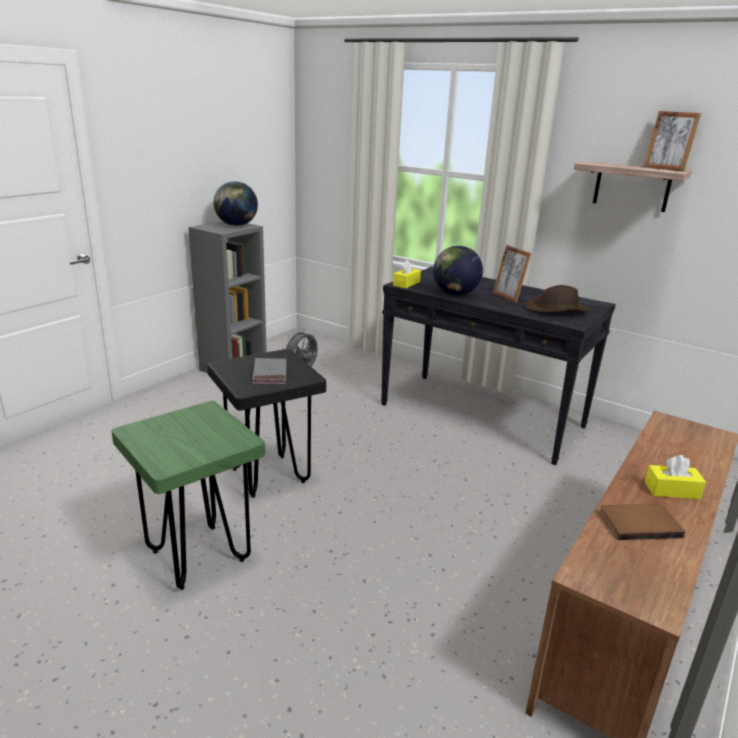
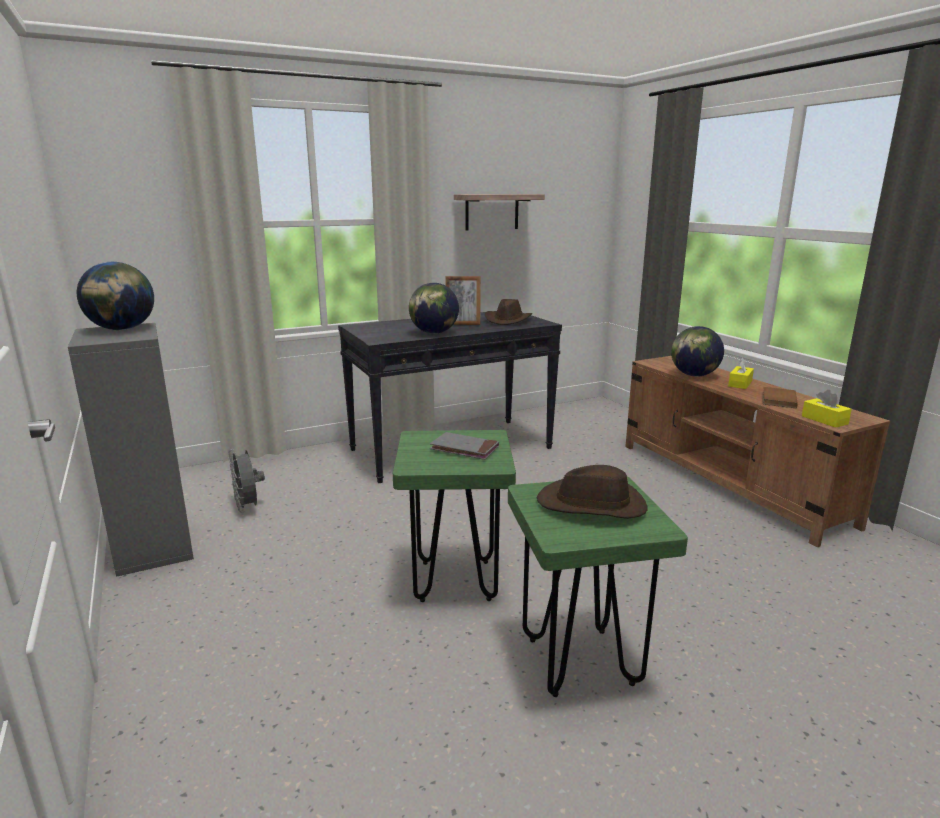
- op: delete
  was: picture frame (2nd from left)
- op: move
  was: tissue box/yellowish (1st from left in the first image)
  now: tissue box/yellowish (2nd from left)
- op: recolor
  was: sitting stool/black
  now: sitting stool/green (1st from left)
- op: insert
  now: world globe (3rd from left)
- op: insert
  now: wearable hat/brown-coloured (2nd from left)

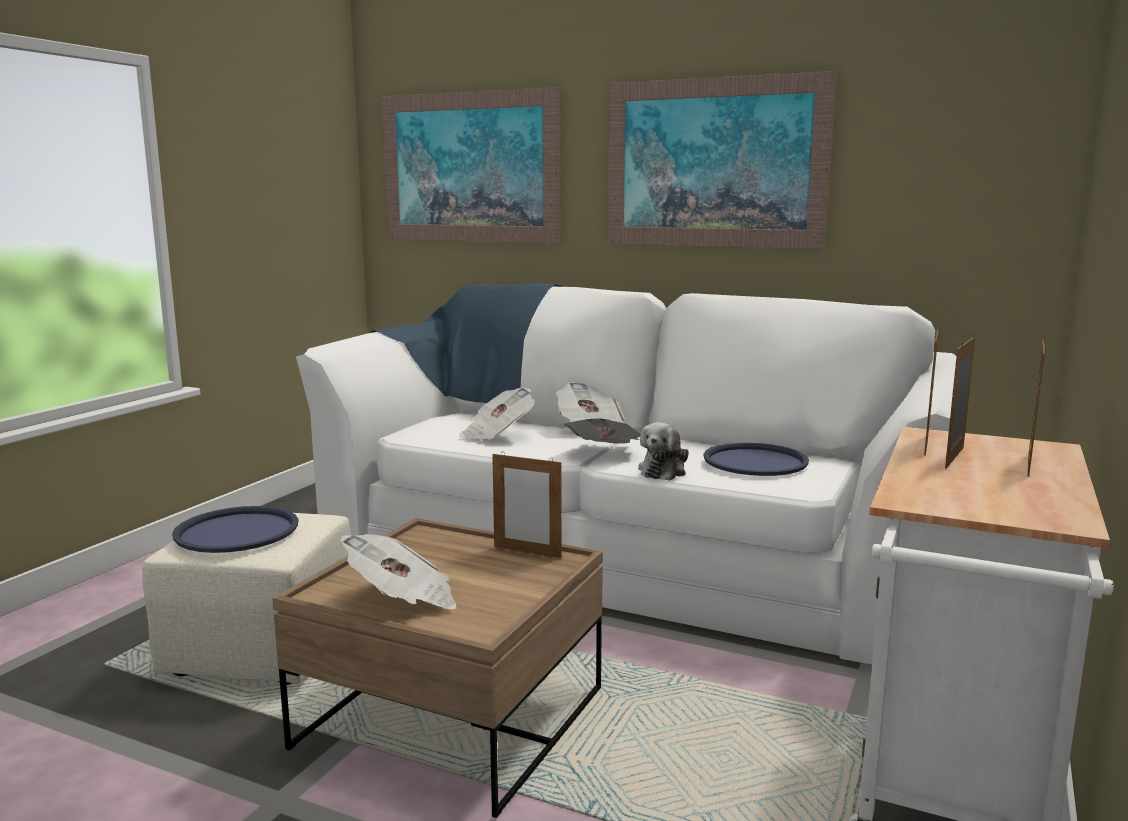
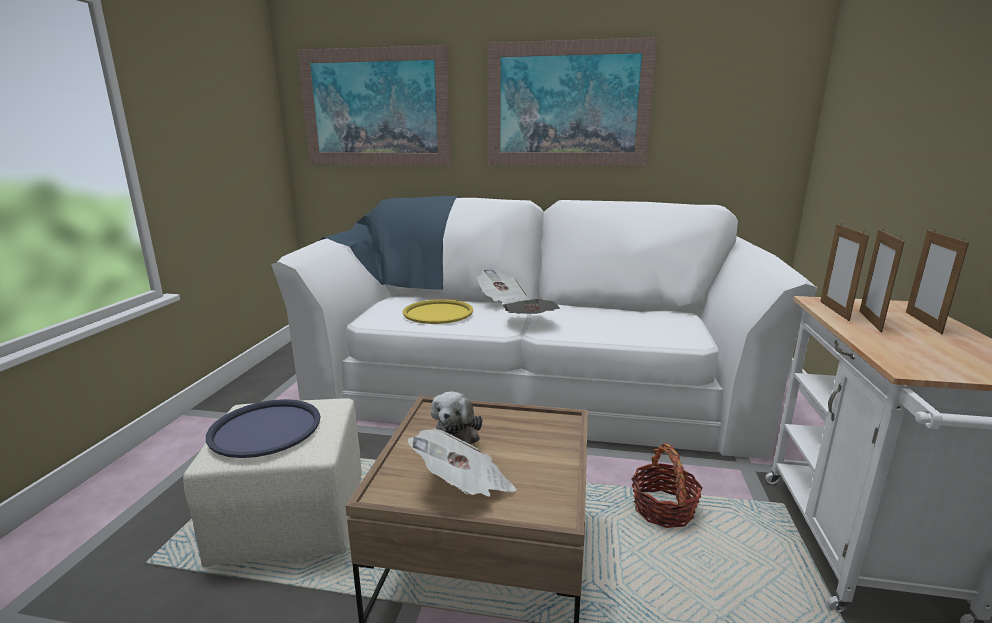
- op: replace
  was: newspaper (2nd from left)
  now: tray/yellowish
- op: move
  was: plush toy
- op: delete
  was: tray/blue-coloured (2nd from left)
- op: delete
  was: picture frame (1st from left)
- op: insert
  now: household basket

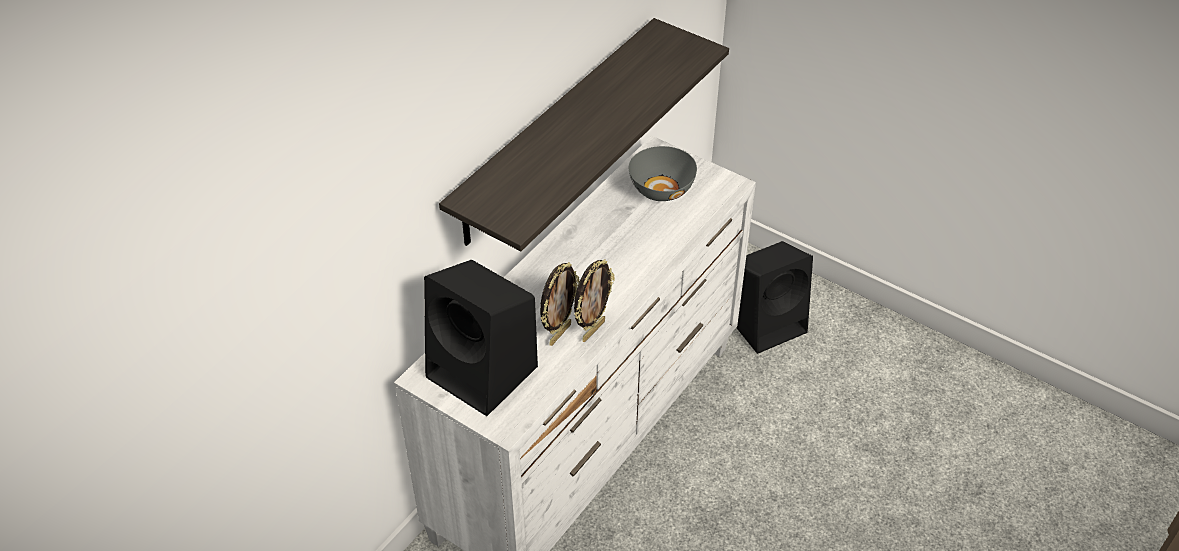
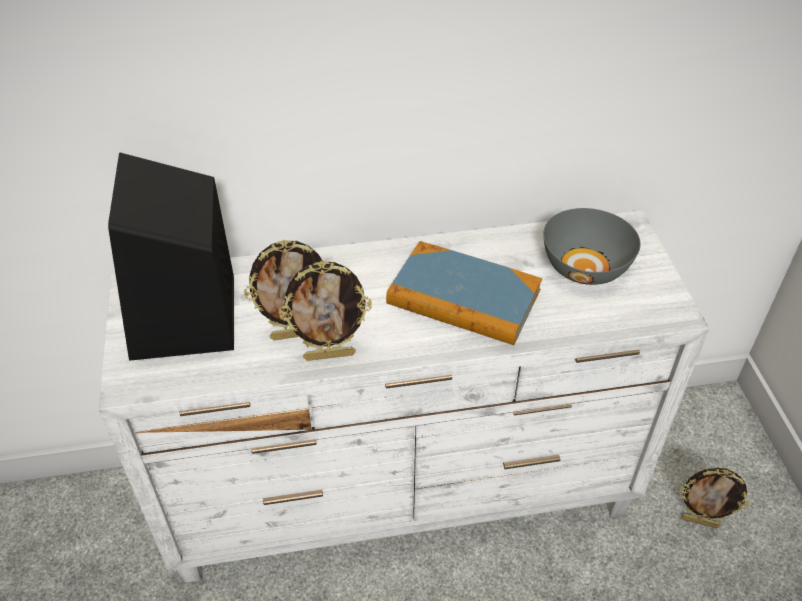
- op: delete
  was: bracket shelf
- op: replace
  was: speaker/black (2nd from left)
  now: picture frame (3rd from left)
- op: insert
  now: bound book

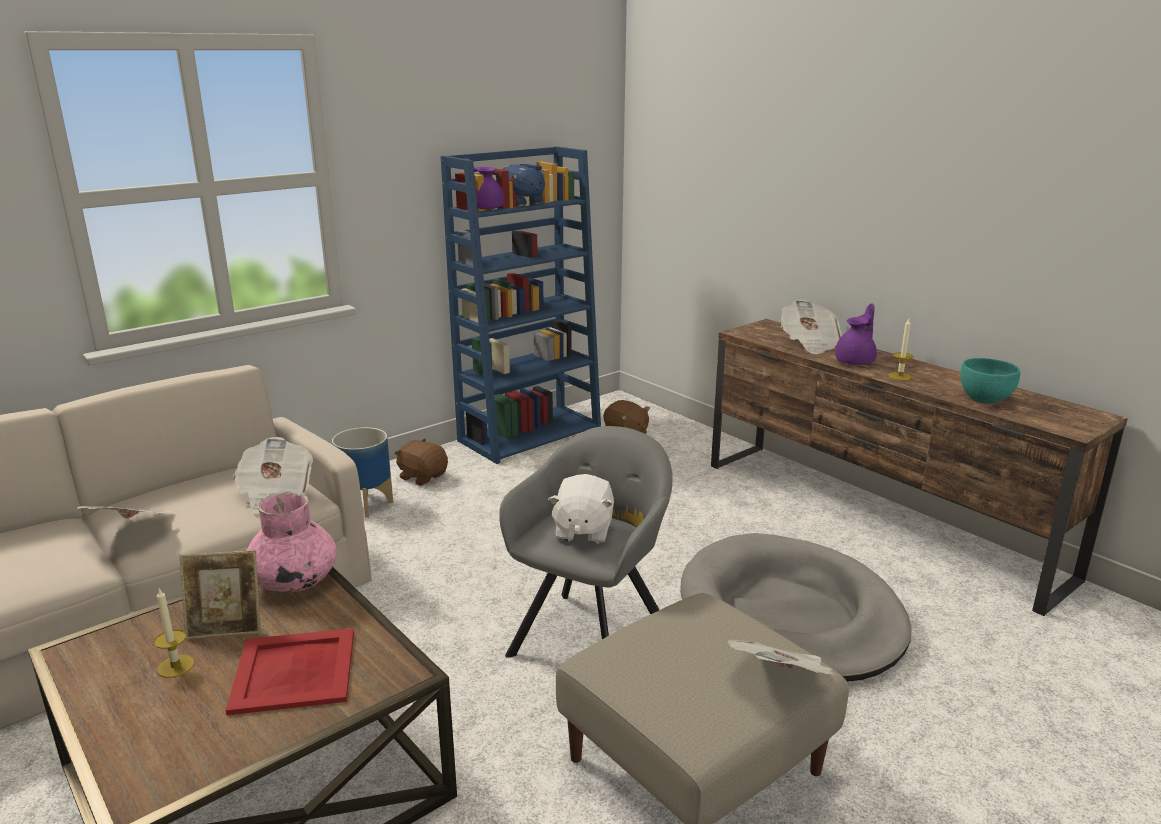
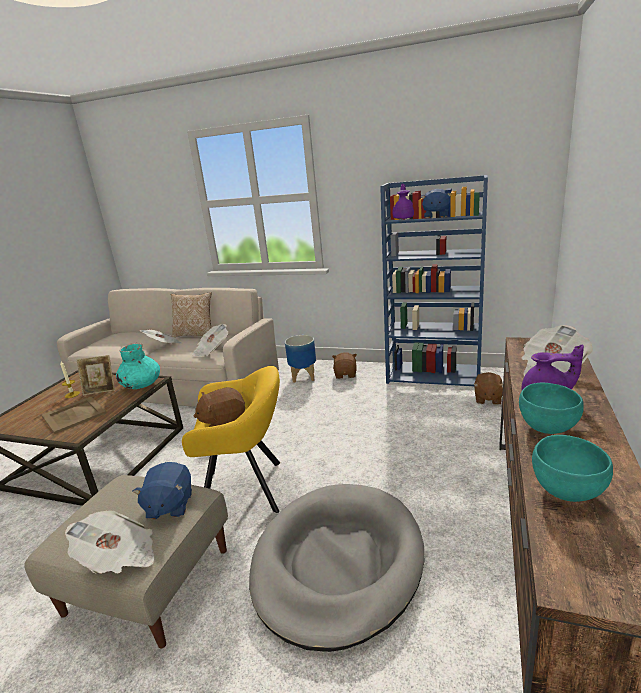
- op: replace
  was: candle (2nd from left)
  now: deep dish/blue-green (1st from left)
- op: recolor
  was: easy chair/greyish
  now: easy chair/yellowish
- op: recolor
  was: plush toy/whitish
  now: plush toy/brown-coloured (1st from left)
- op: recolor
  was: flower vase/pink
  now: flower vase/blue-green
- op: rotate
  was: picture frame
  clockwise: -60
- op: recolor
  was: tray/red
  now: tray/sand-coloured
- op: insert
  now: pillow
- op: insert
  now: plush toy/blue-coloured (1st from left)

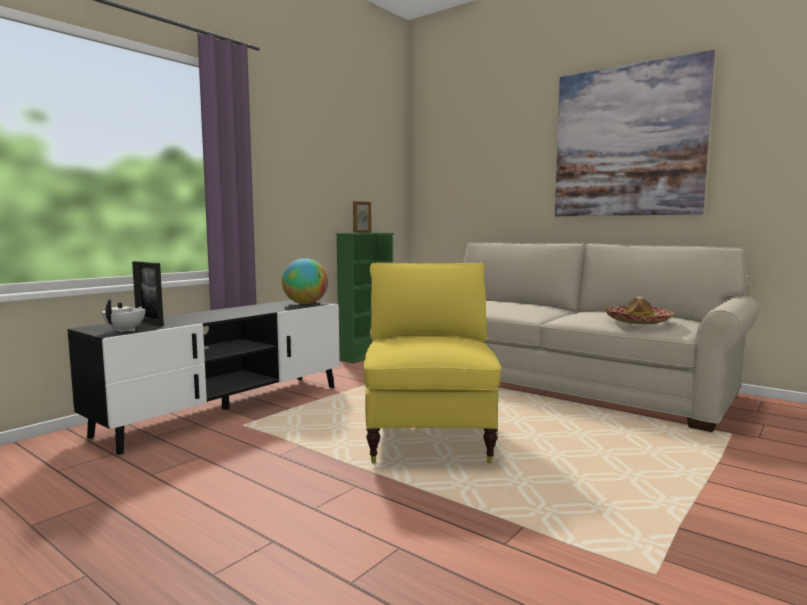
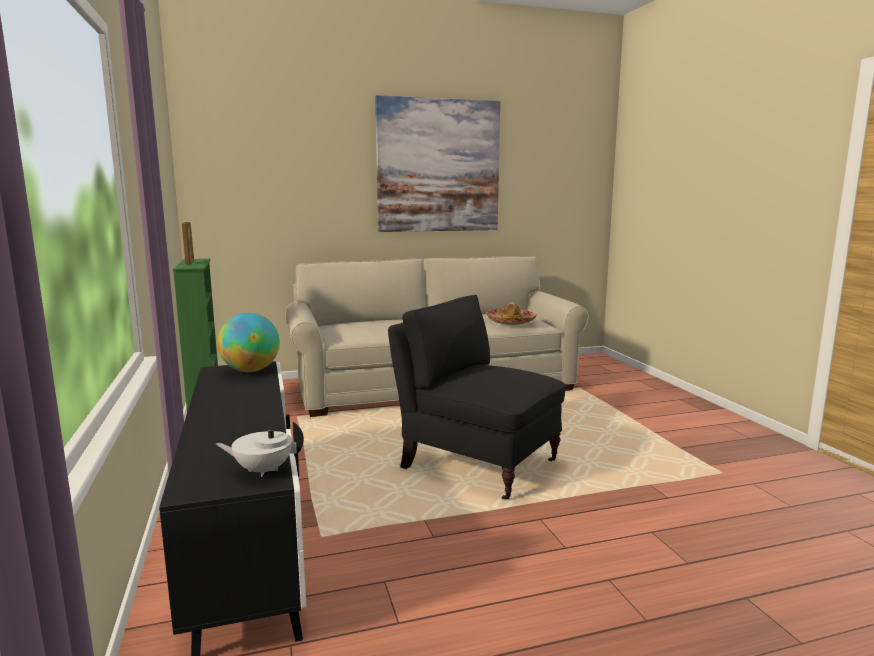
- op: delete
  was: picture frame (1st from left)
- op: recolor
  was: easy chair/yellowish
  now: easy chair/black
- op: rotate
  was: tea pot/whitish
  clockwise: -45

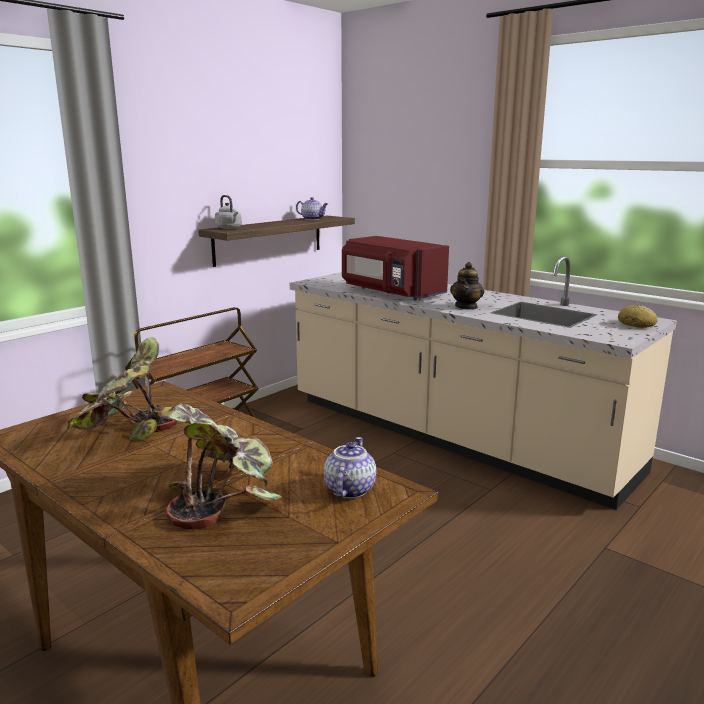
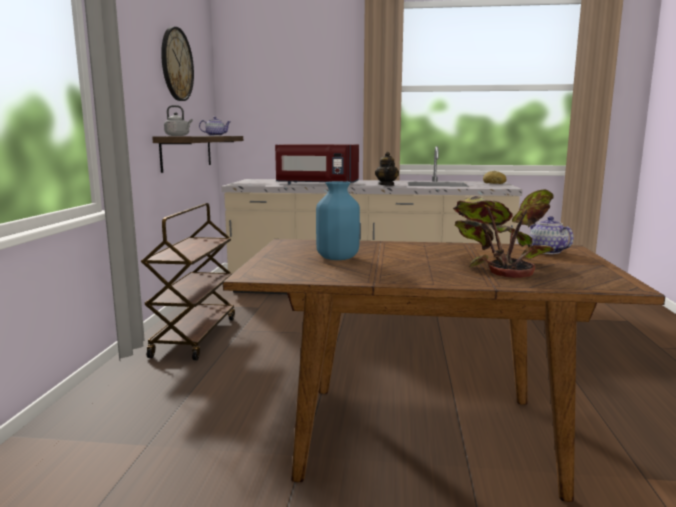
- op: replace
  was: potted plant (1st from left)
  now: flower vase/blue-coloured
- op: insert
  now: clock on the wall

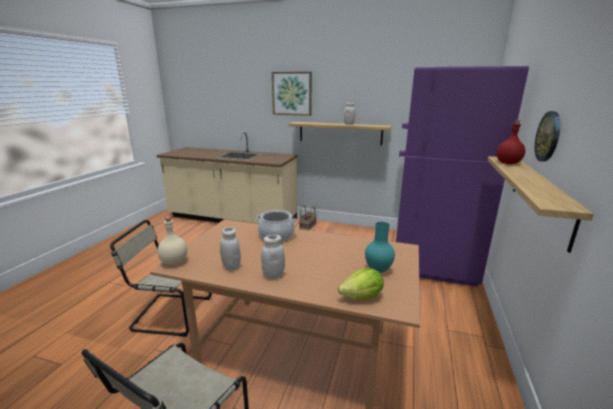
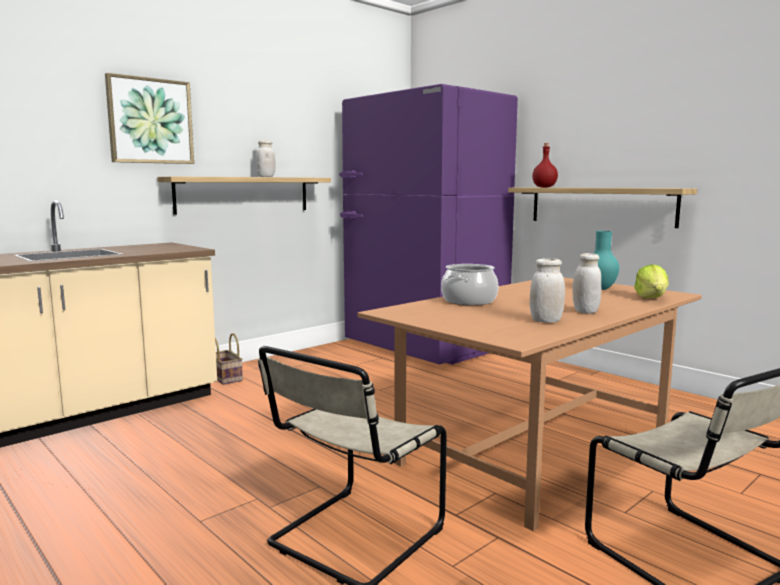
- op: delete
  was: clock on the wall
- op: delete
  was: drink bottle/sand-coloured

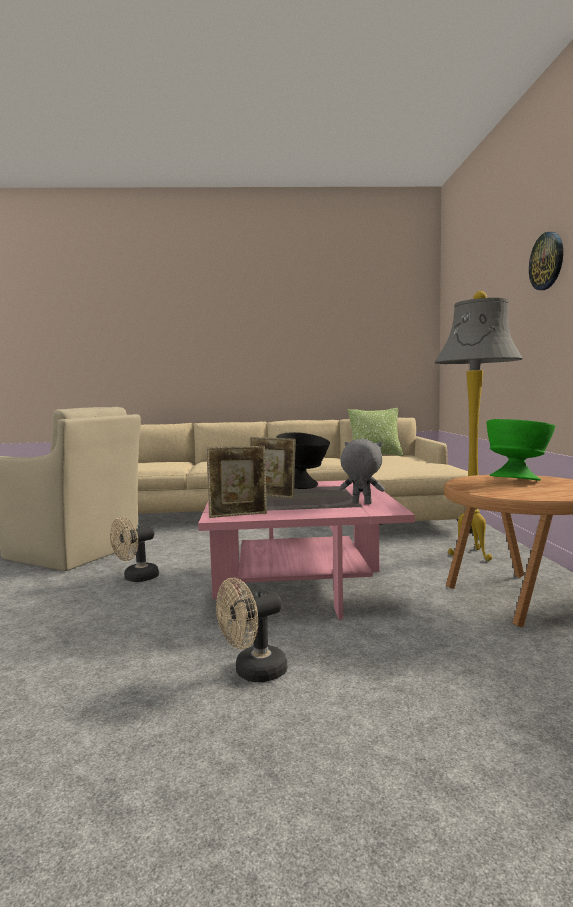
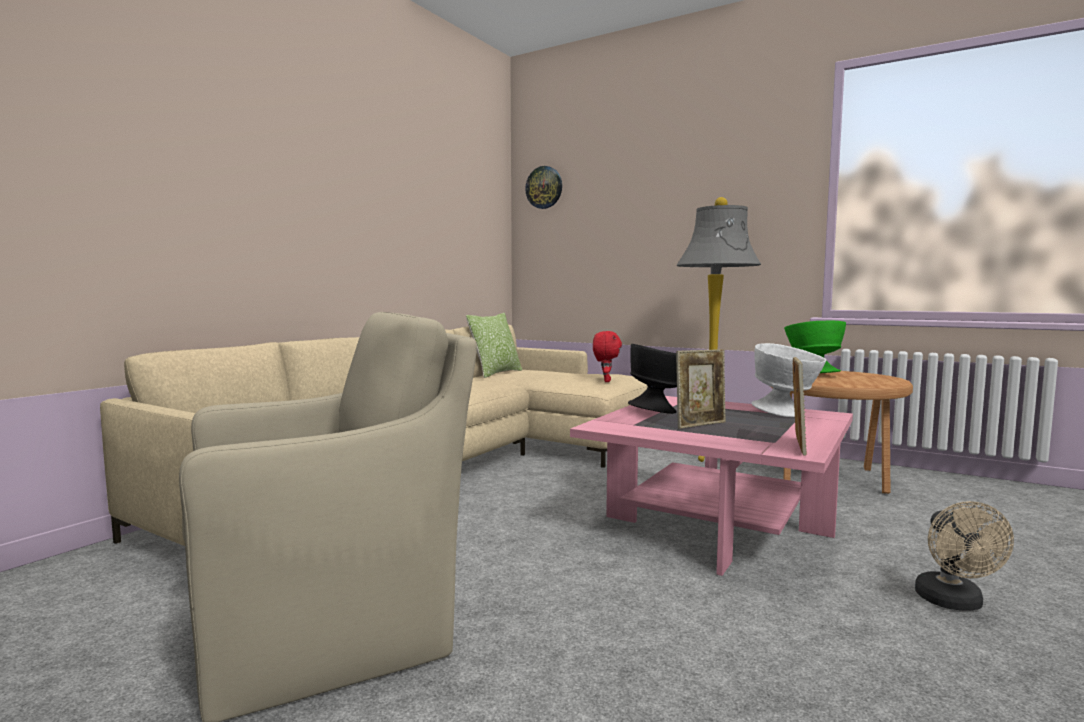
- op: move
  was: clock on the wall
- op: replace
  was: plush toy/greyish
  now: deep dish/whitish
- op: delete
  was: cooling fan/sand-coloured (1st from left)
- op: insert
  now: plush toy/red

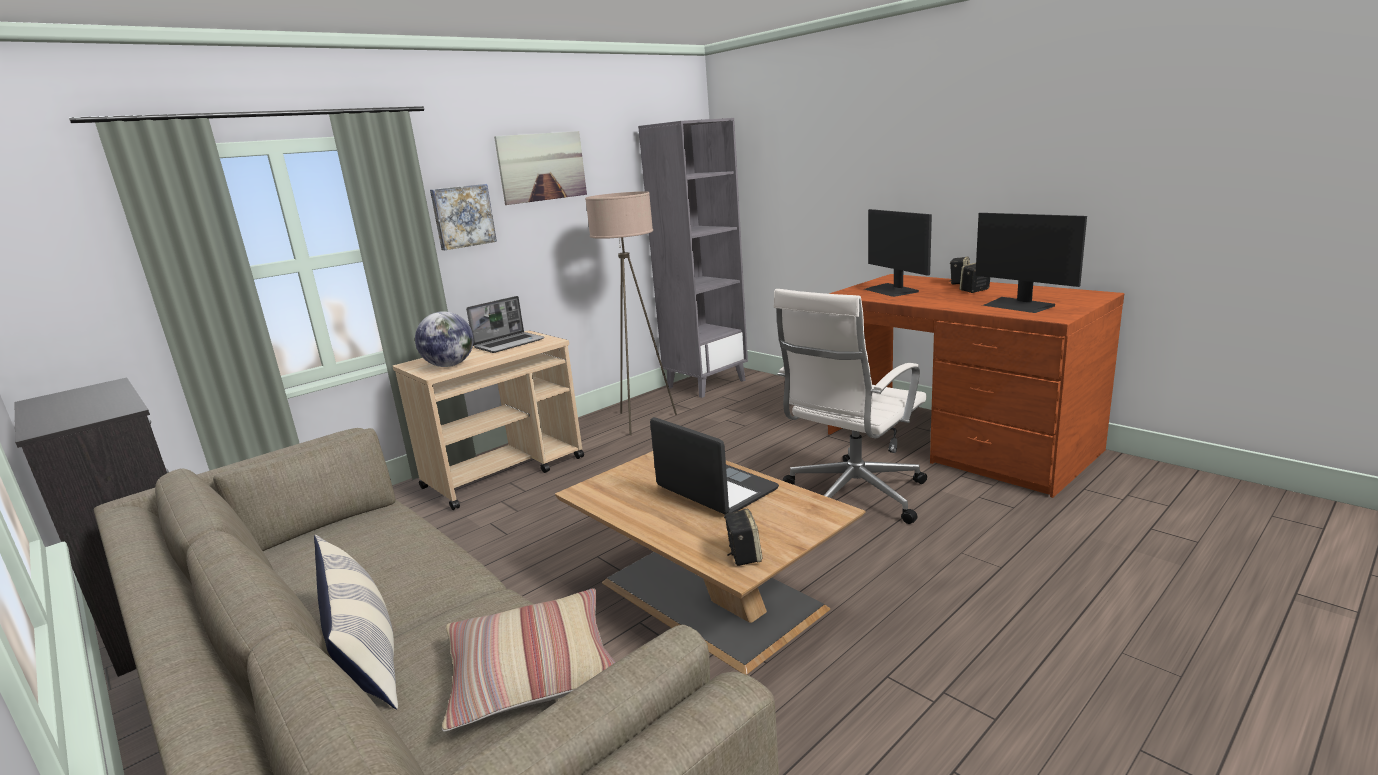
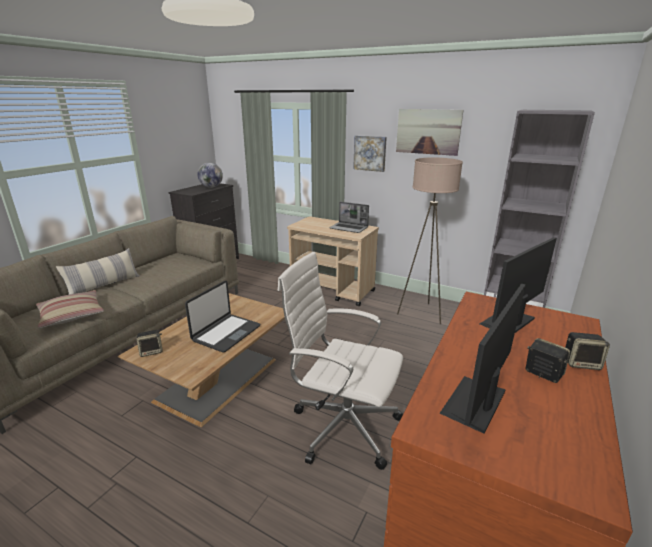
- op: move
  was: world globe

